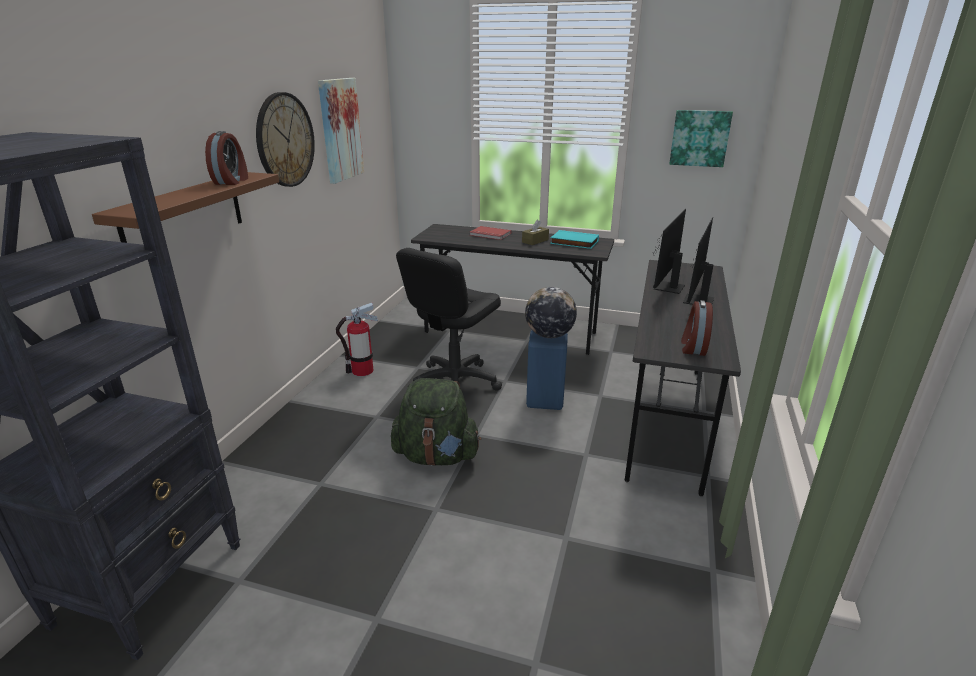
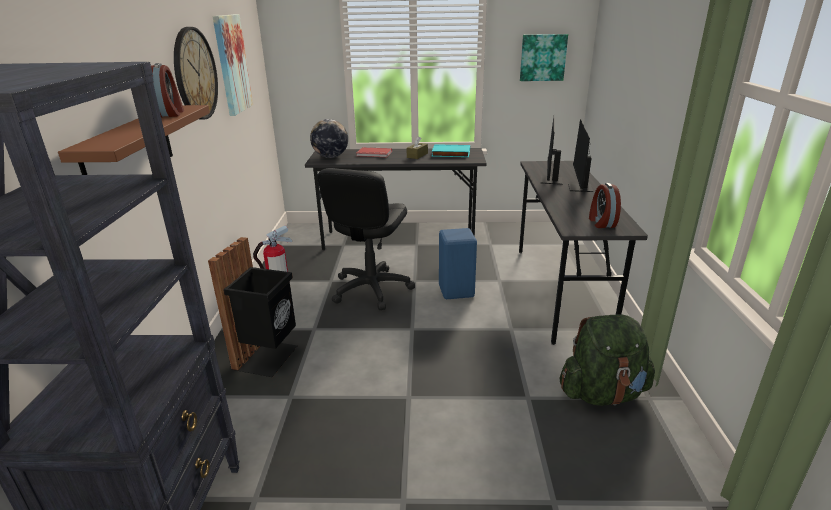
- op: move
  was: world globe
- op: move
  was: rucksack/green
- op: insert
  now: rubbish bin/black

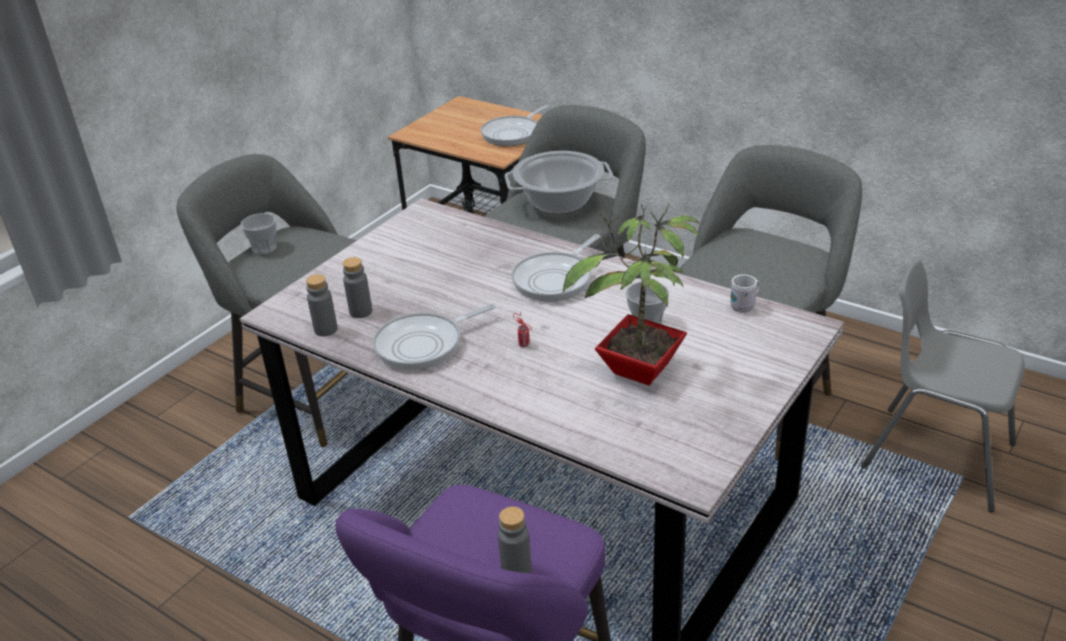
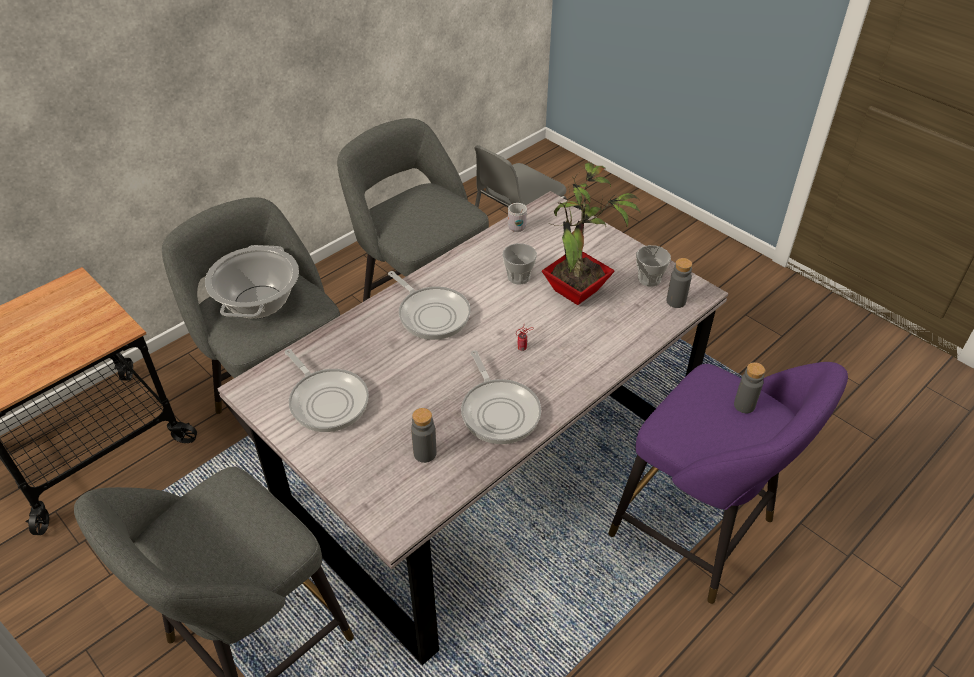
- op: move
  was: skillet (2nd from left in the first image)
  now: skillet (1st from left)
- op: move
  was: small cup (1st from left in the first image)
  now: small cup (2nd from left)
- op: move
  was: drink bottle/greyish (1st from left in the first image)
  now: drink bottle/greyish (2nd from left)

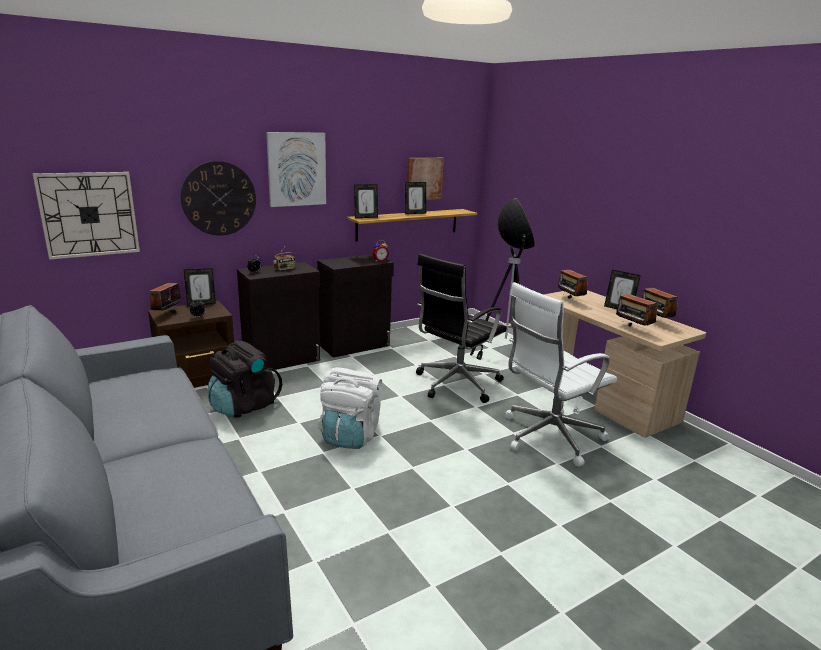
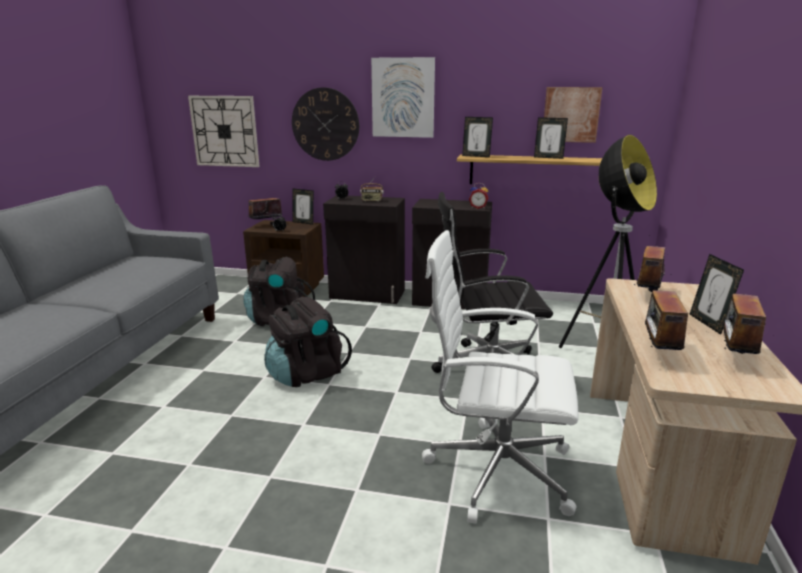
- op: recolor
  was: rucksack/whitish
  now: rucksack/black (2nd from left)

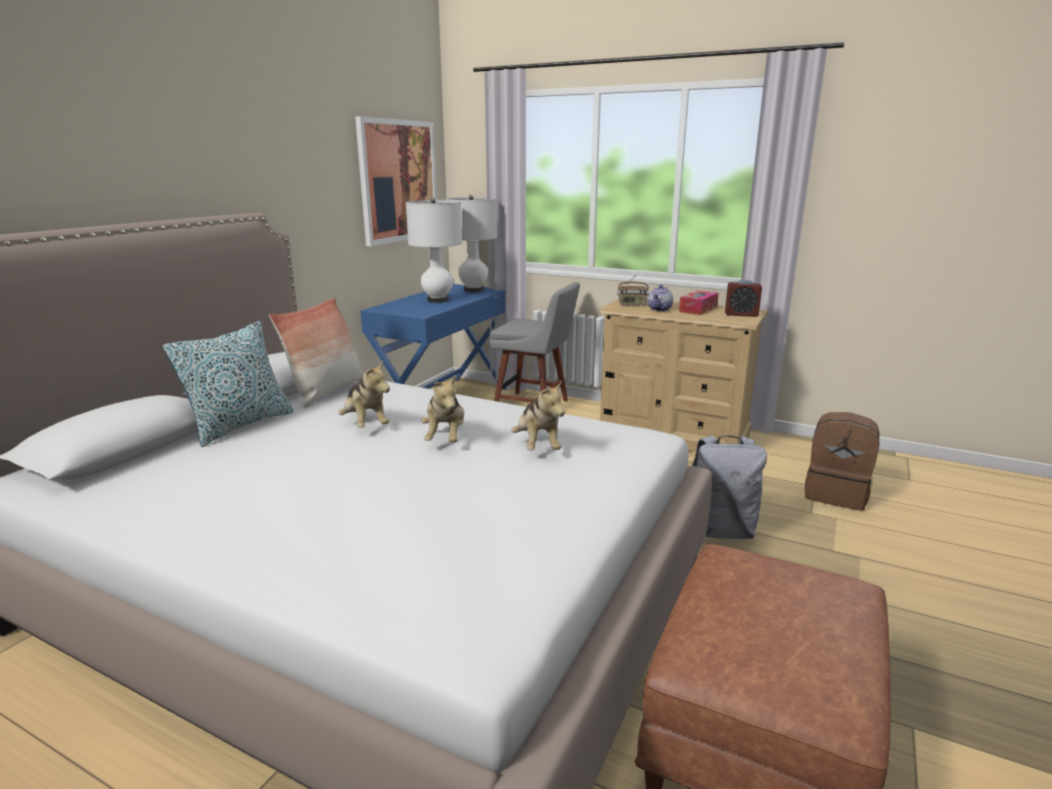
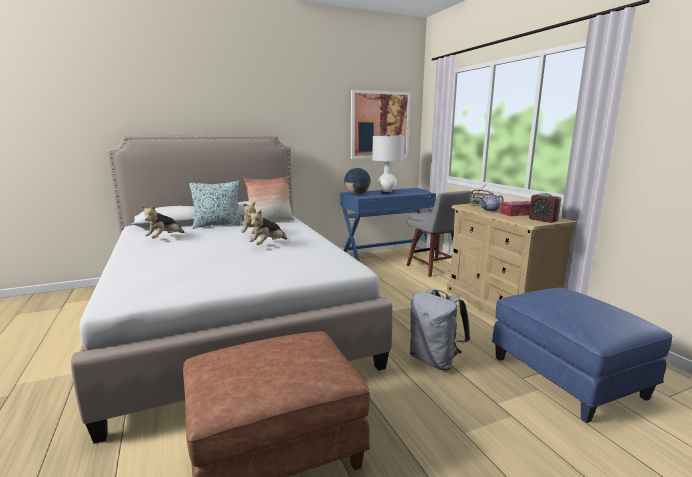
- op: delete
  was: lamp for a table/whitish (2nd from left)
- op: move
  was: plush toy (3rd from left in the first image)
  now: plush toy (1st from left)
- op: replace
  was: rucksack/brown-coloured
  now: footrest/blue-coloured
- op: insert
  now: world globe

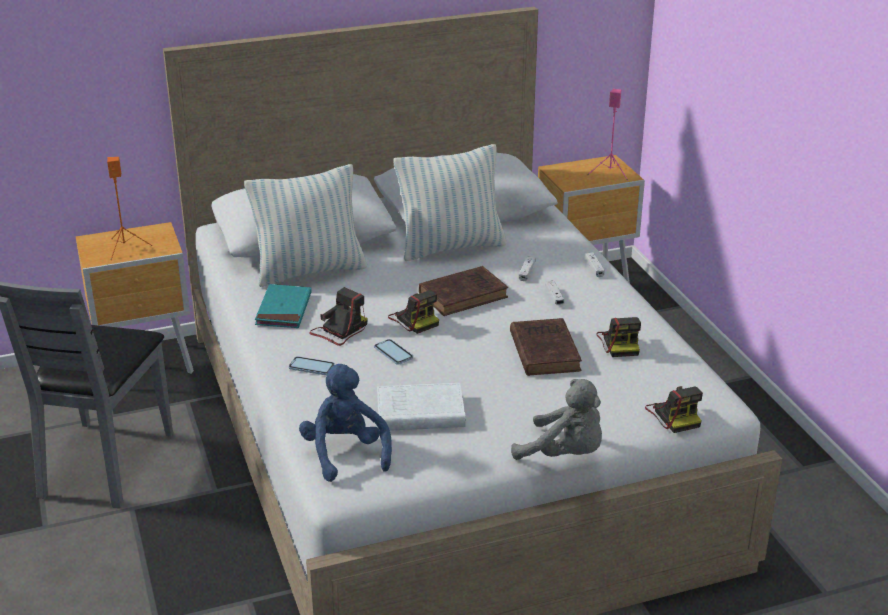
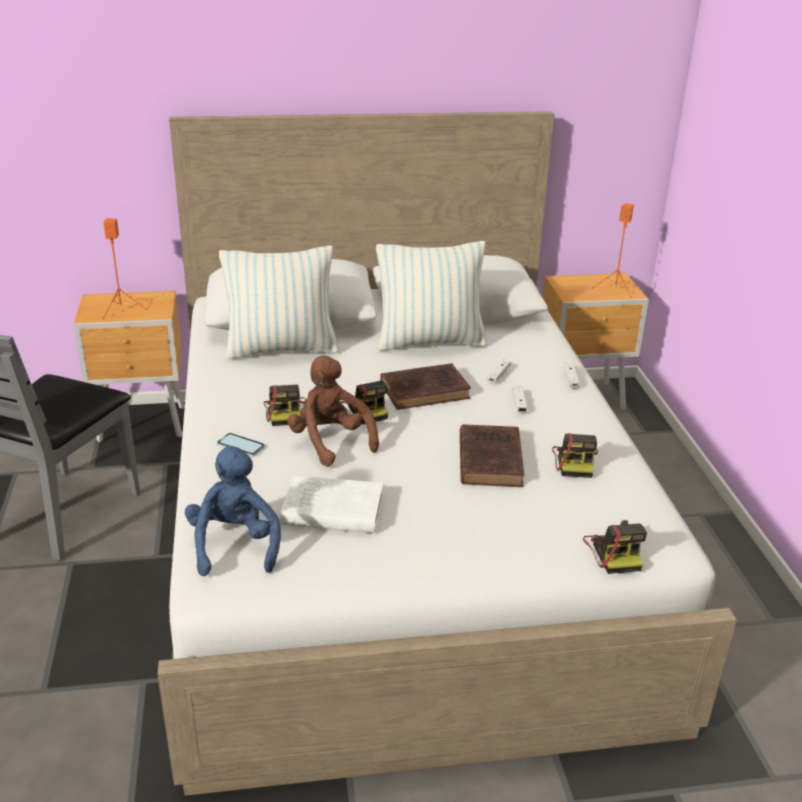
- op: recolor
  was: speaker/pink
  now: speaker/orangey (2nd from left)
- op: delete
  was: bound book/blue-green
- op: rotate
  was: photo camera (1st from left)
  clockwise: 120
- op: replace
  was: handset (2nd from left)
  now: plush toy/brown-coloured
- op: delete
  was: plush toy/greyish

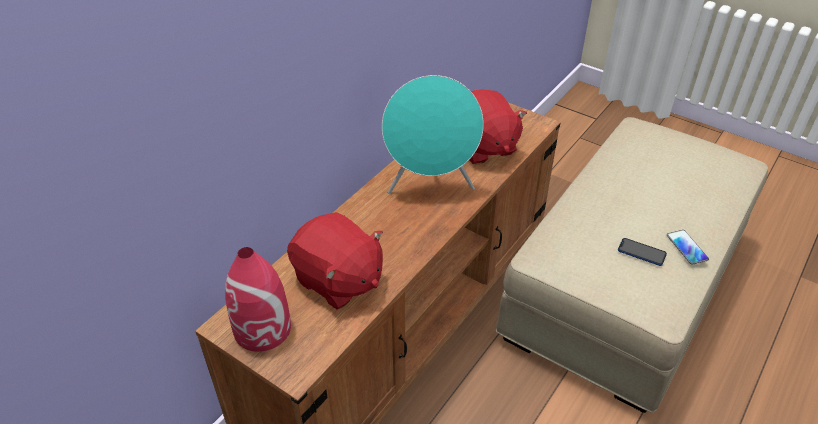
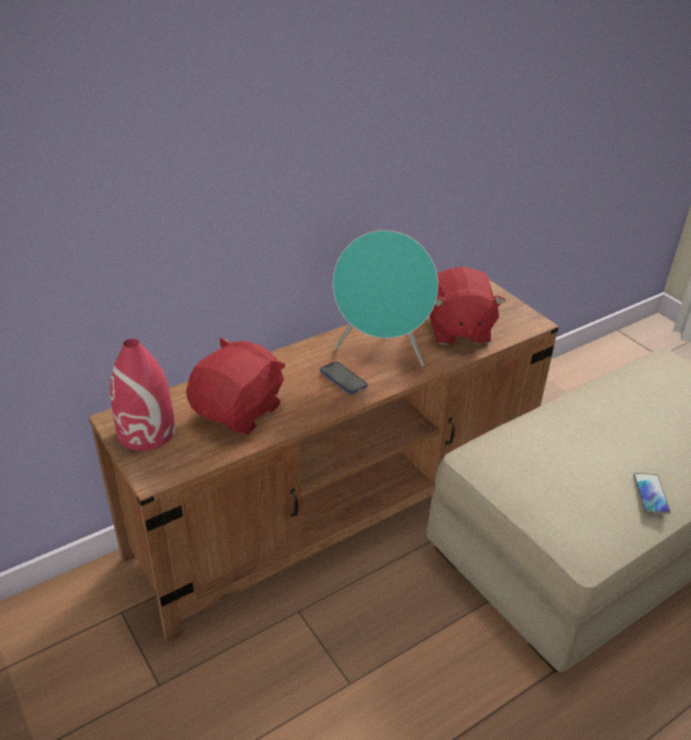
- op: rotate
  was: plush toy/red (1st from left)
  clockwise: -120
- op: move
  was: handset (1st from left)

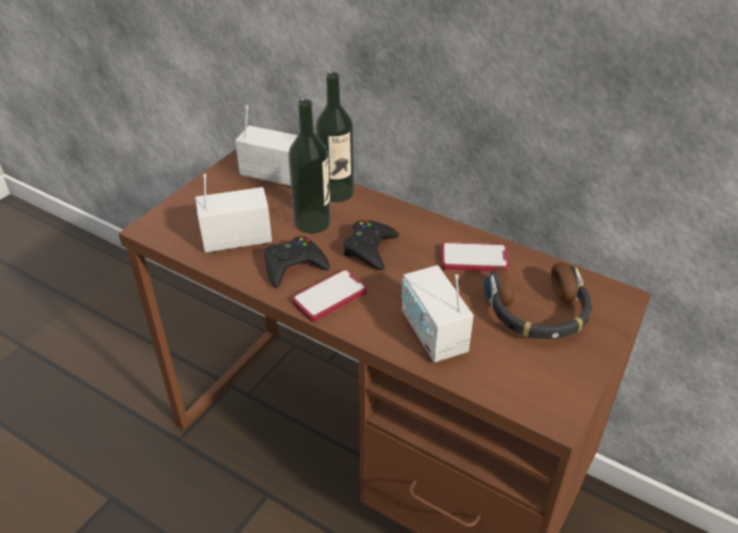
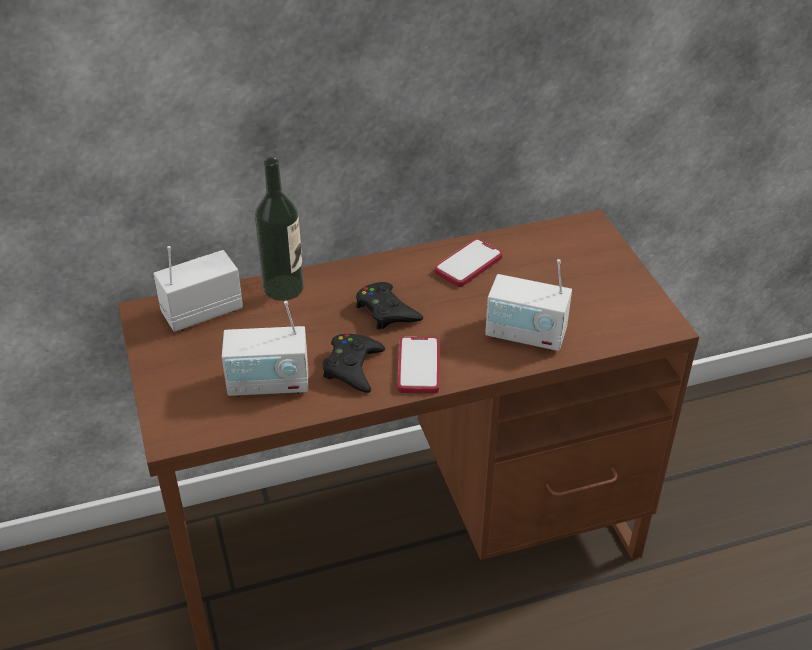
- op: delete
  was: drink bottle (1st from left)
- op: rotate
  was: radio (1st from left in the first image)
  clockwise: -120
- op: delete
  was: headphones

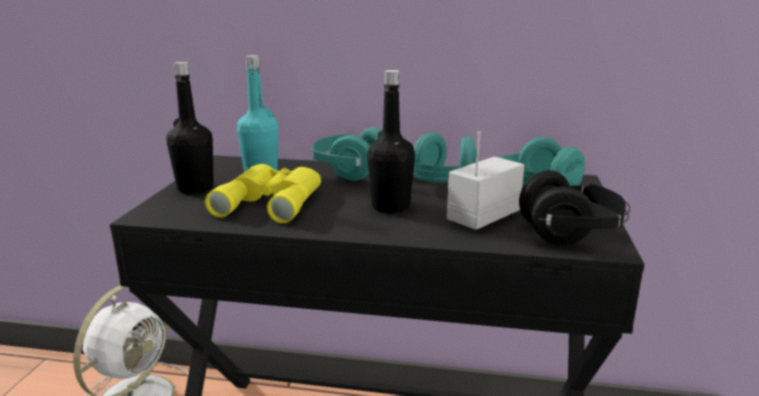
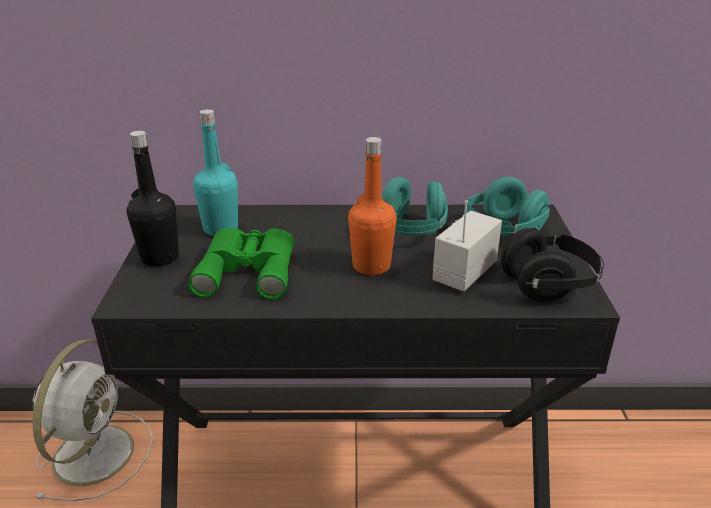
- op: recolor
  was: drink bottle/black (2nd from left)
  now: drink bottle/orangey
- op: delete
  was: headphones/blue-green (1st from left)
- op: recolor
  was: field glasses/yellowish
  now: field glasses/green

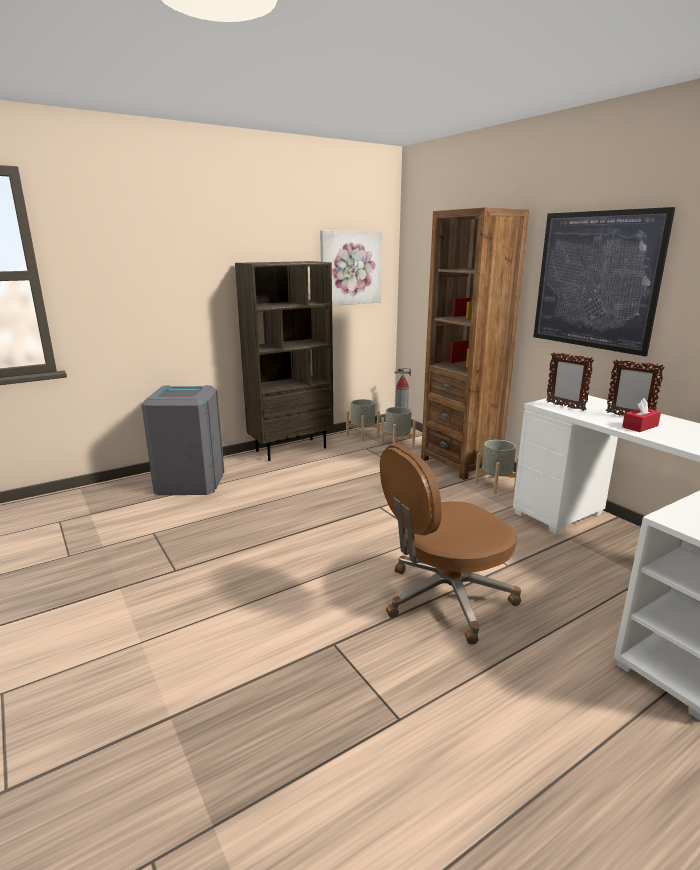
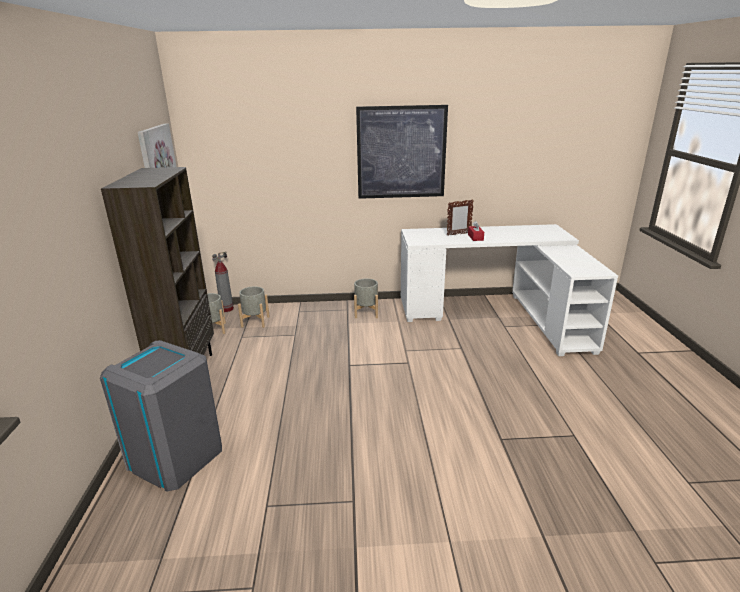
- op: delete
  was: bookshelf/brown-coloured (2nd from left)
- op: delete
  was: picture frame (1st from left)
- op: delete
  was: computer chair/brown-coloured

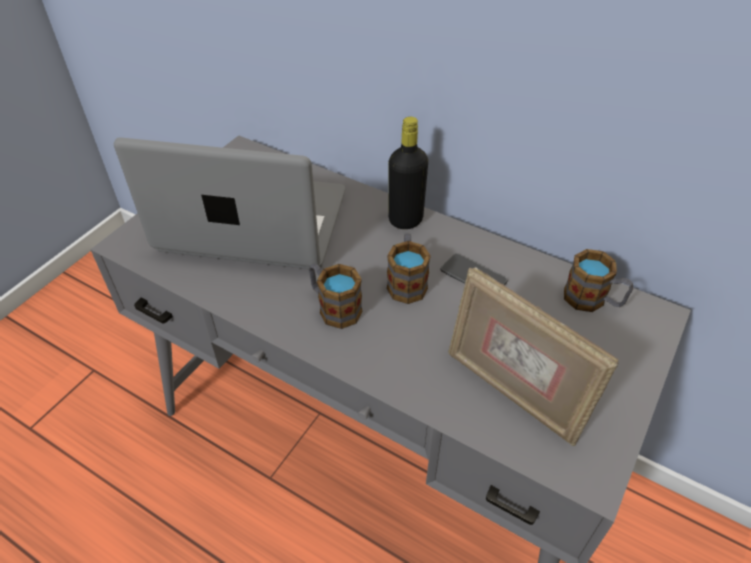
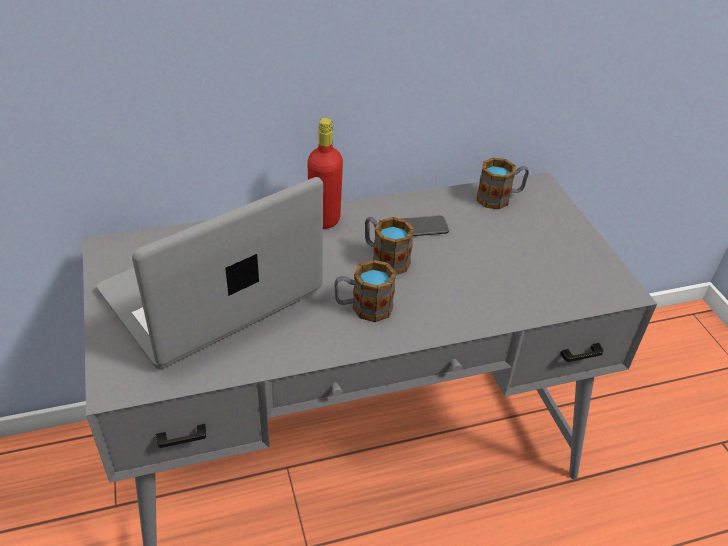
- op: recolor
  was: drink bottle/black
  now: drink bottle/red
- op: delete
  was: picture frame

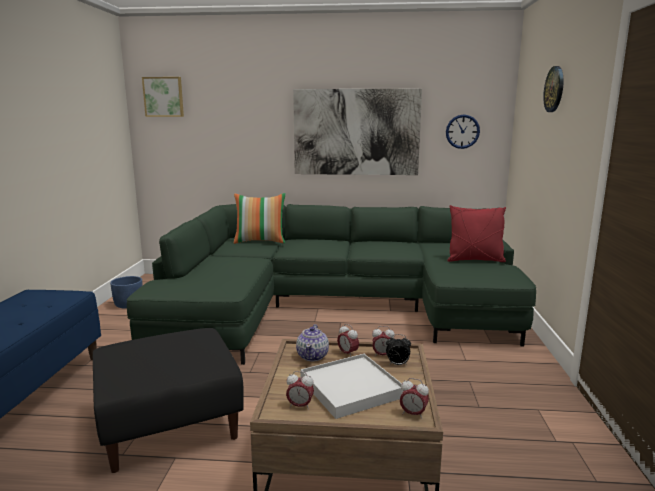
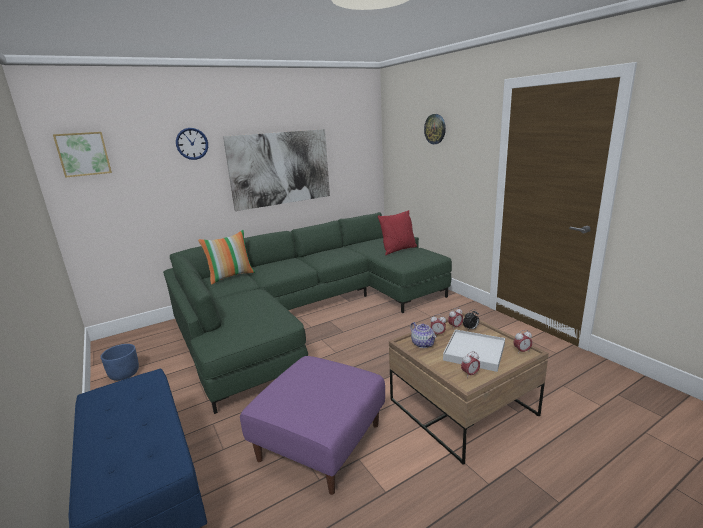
- op: move
  was: clock on the wall (1st from left)
- op: recolor
  was: footrest/black
  now: footrest/purple-coloured

